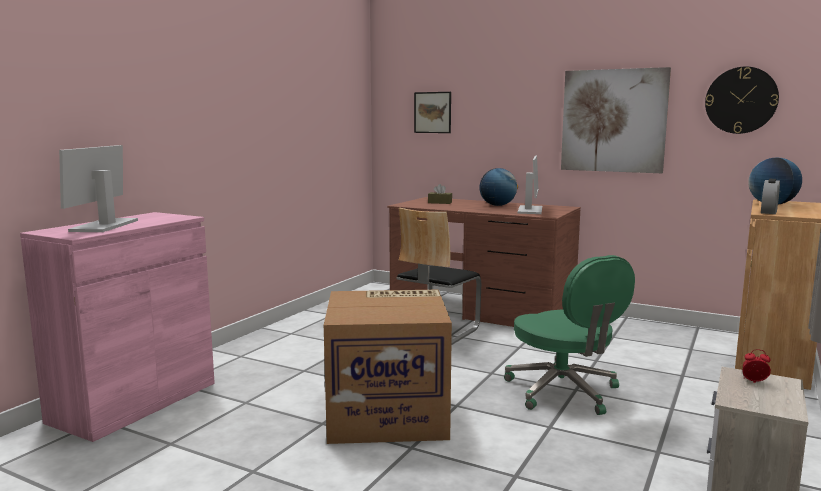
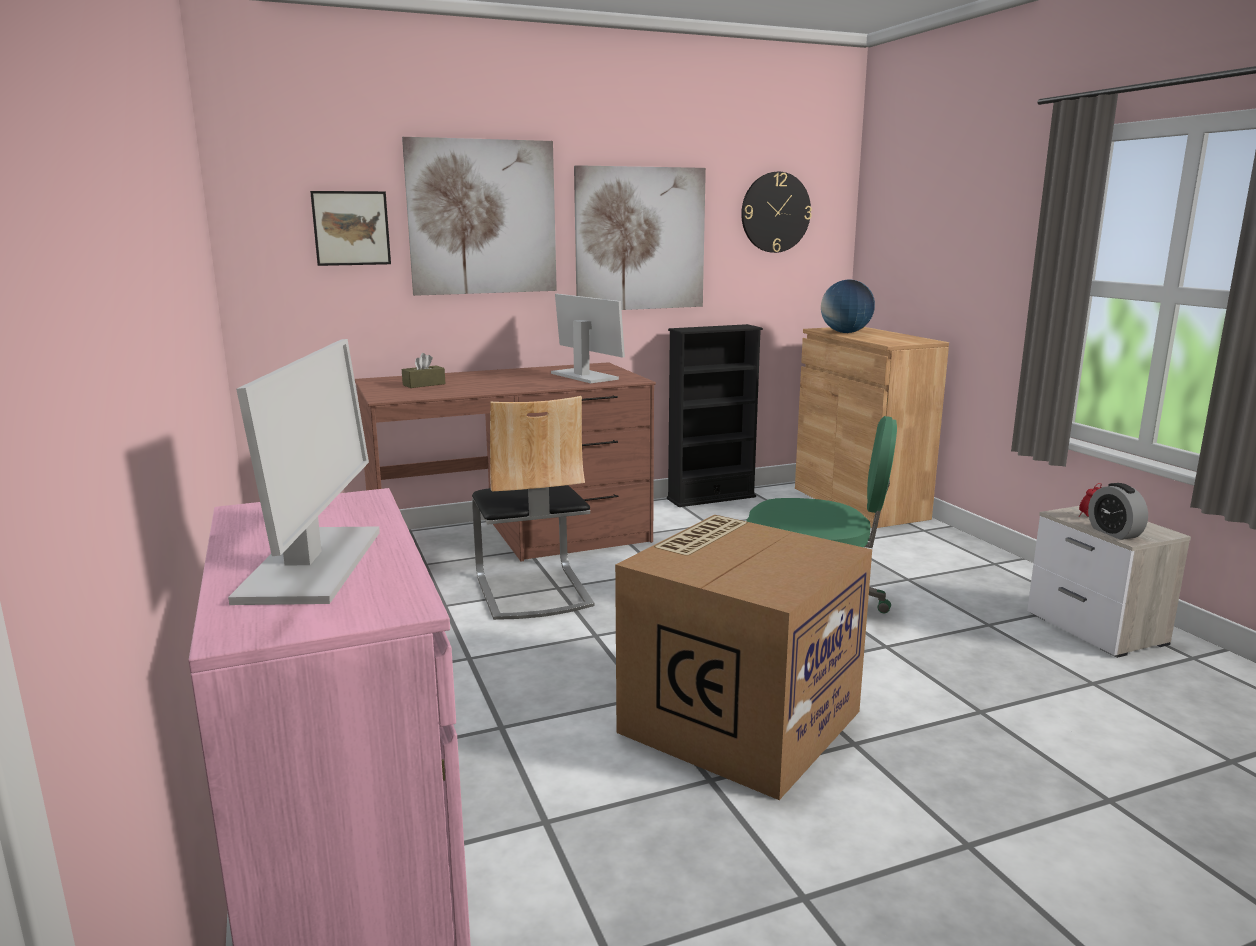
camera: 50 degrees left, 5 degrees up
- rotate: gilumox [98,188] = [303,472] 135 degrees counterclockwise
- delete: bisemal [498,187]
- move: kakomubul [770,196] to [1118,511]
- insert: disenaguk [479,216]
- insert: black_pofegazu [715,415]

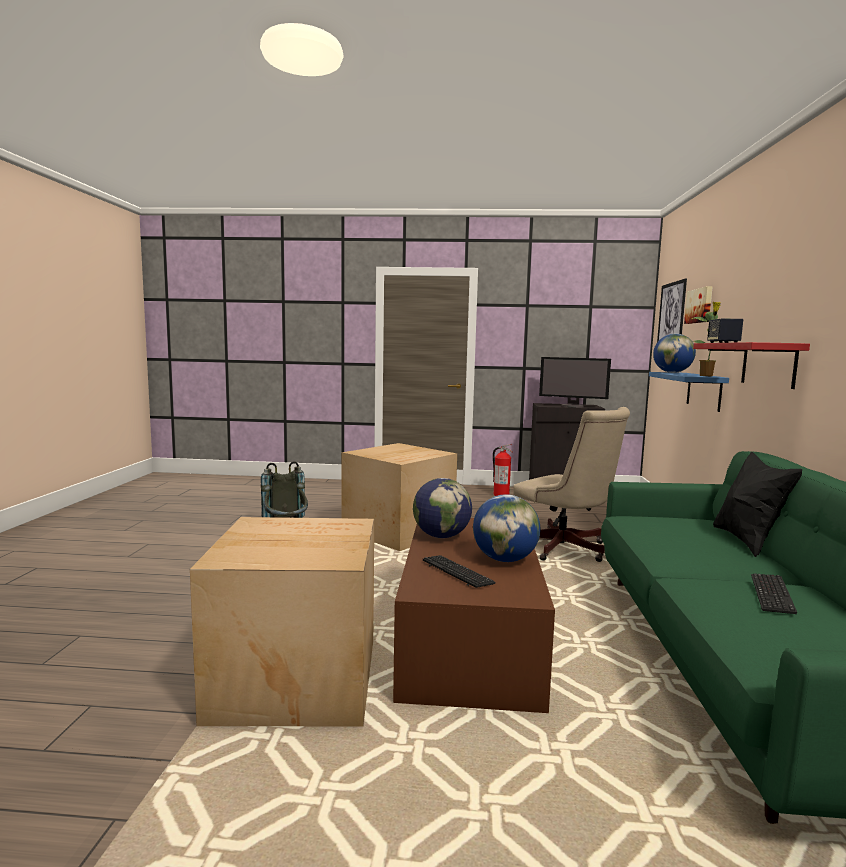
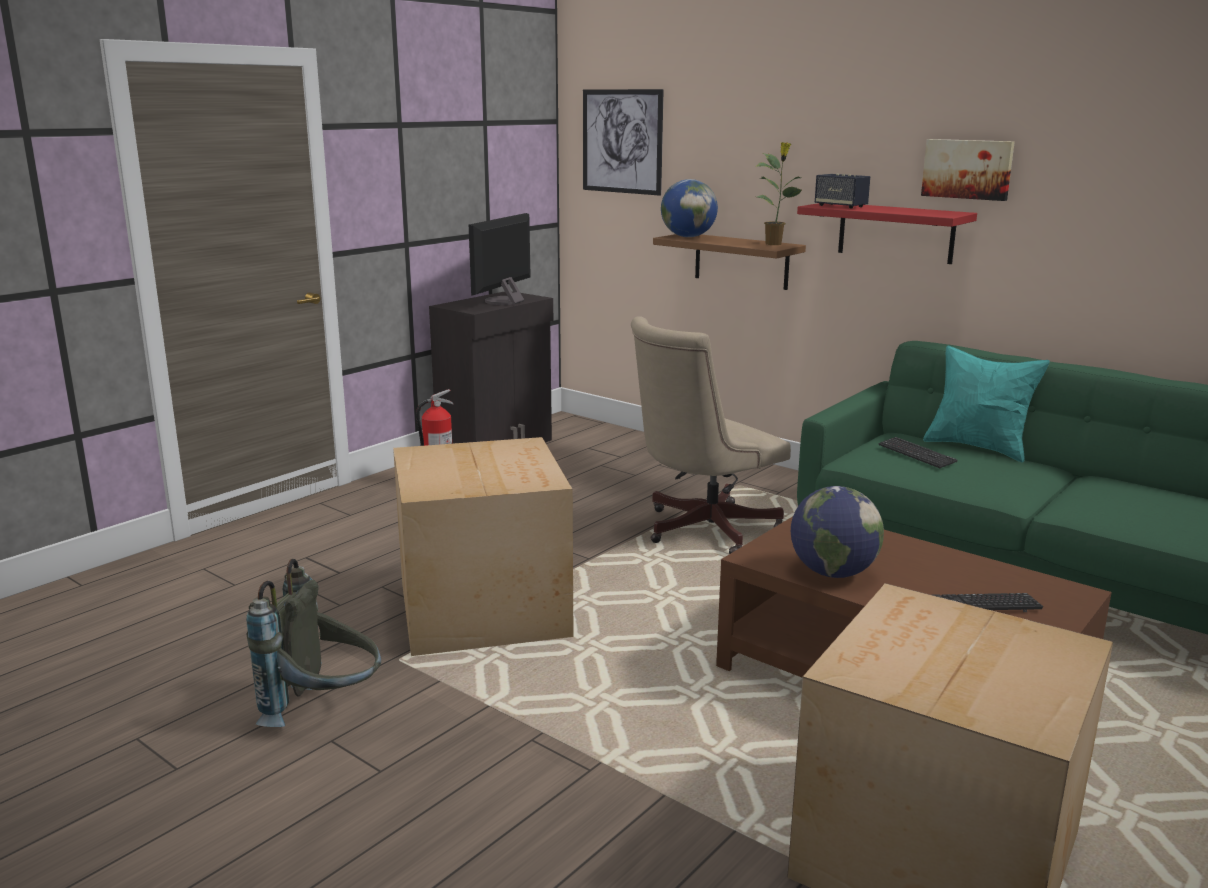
camera: 55 degrees left, 10 degrees up
- delete: bisemal [506,528]
- rotate: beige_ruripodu [571,484] = [711,435] 150 degrees clockwise
- rotate: gilumox [575,382] = [500,259] 150 degrees clockwise
- recolor: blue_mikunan [689,392] to brown_mikunan [729,262]
- move: disenaguk [698,305] to [968,170]
- recolor: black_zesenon [757,504] to turquoise_zesenon [986,403]
- move: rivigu [774,593] to [918,452]

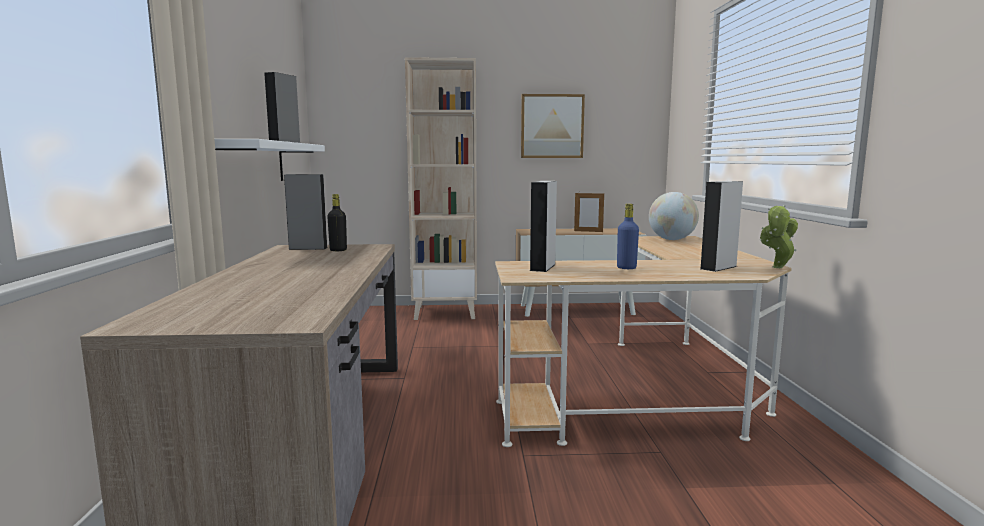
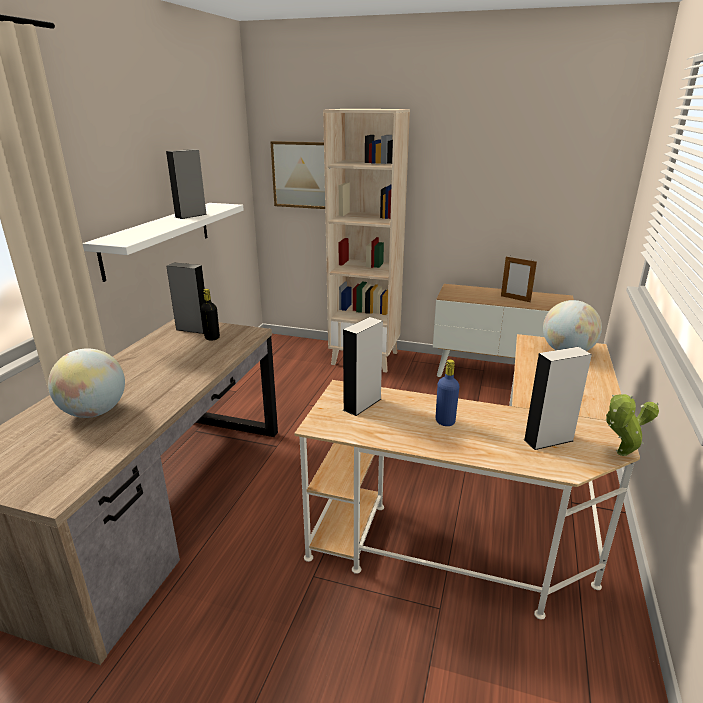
camera: 20 degrees right, 15 degrees up
- move: disenaguk [553,126] to [297,175]
- insert: bisemal [86,383]

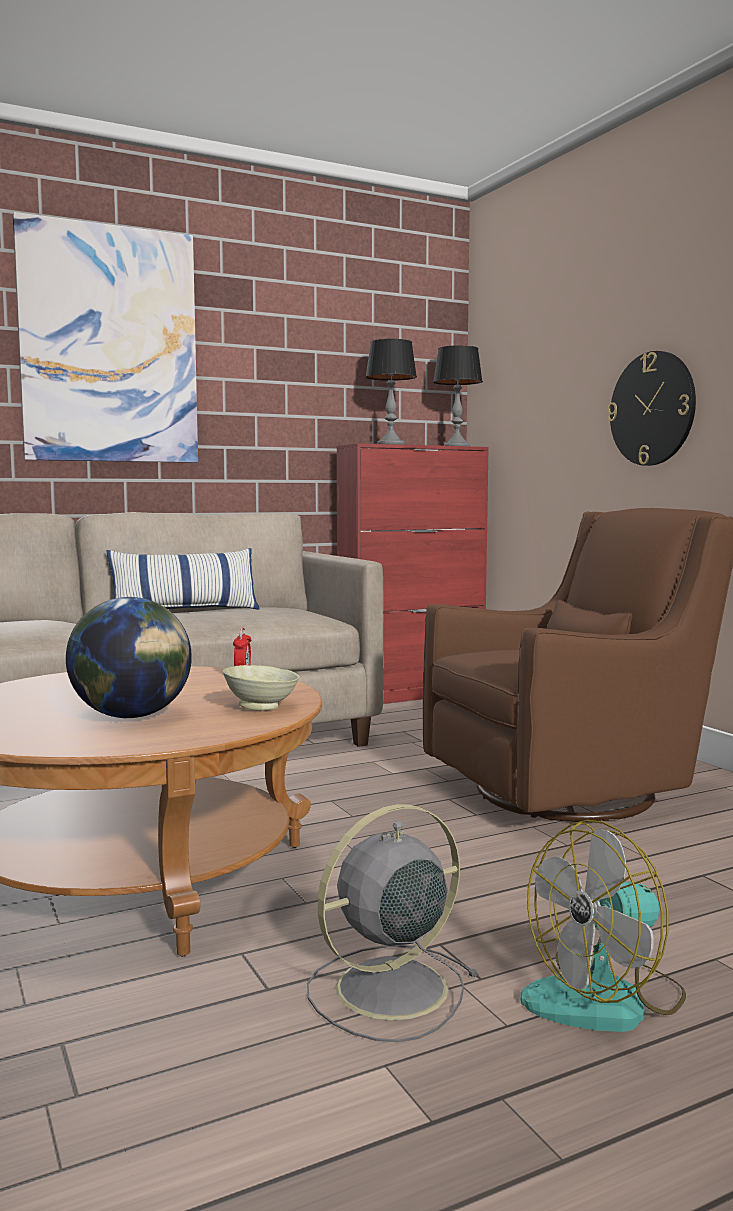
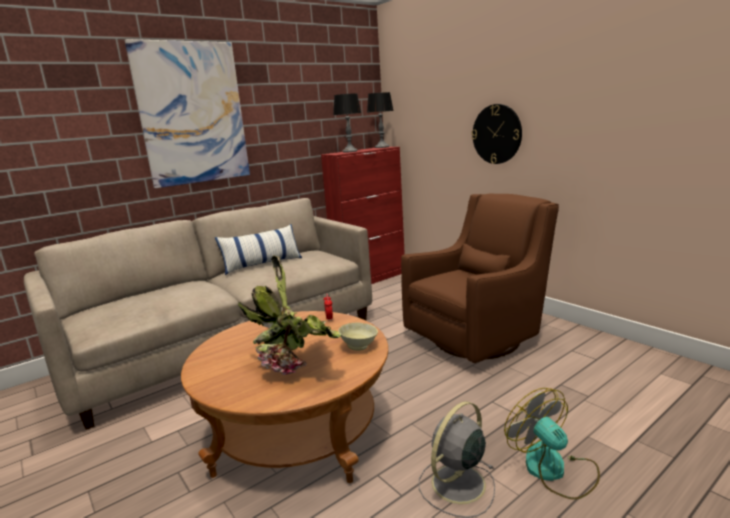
camera: 10 degrees left, 10 degrees up
- replace: bisemal [129,657] to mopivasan [290,315]
- rotate: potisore [603,926] = [552,444] 105 degrees clockwise

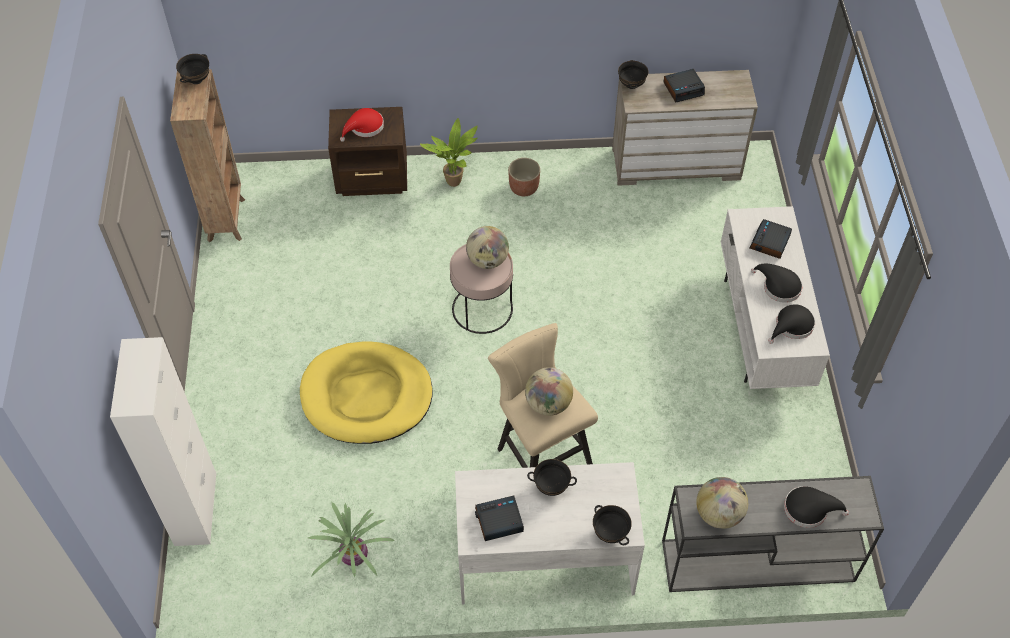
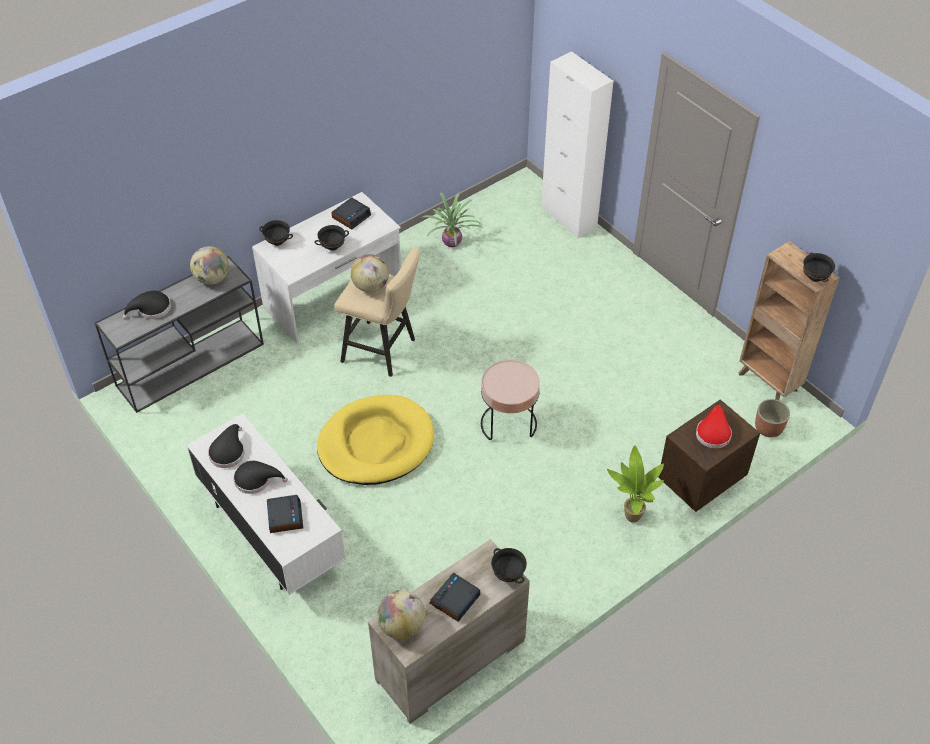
camera: 145 degrees right, 5 degrees down
- move: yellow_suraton [366,392] to [375,440]
- move: bisemal [487,247] to [401,614]
- move: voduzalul [524,177] to [772,418]

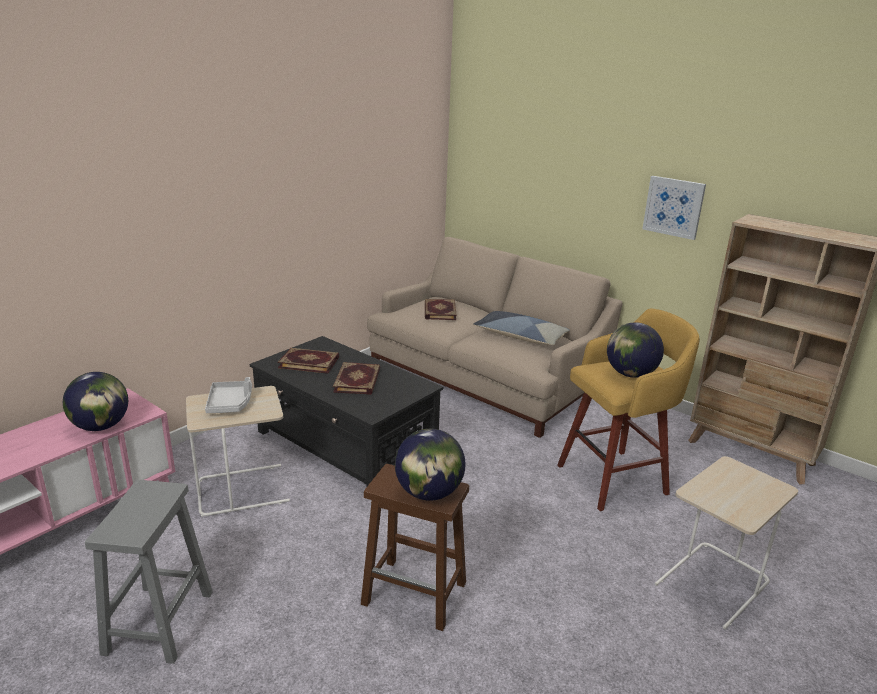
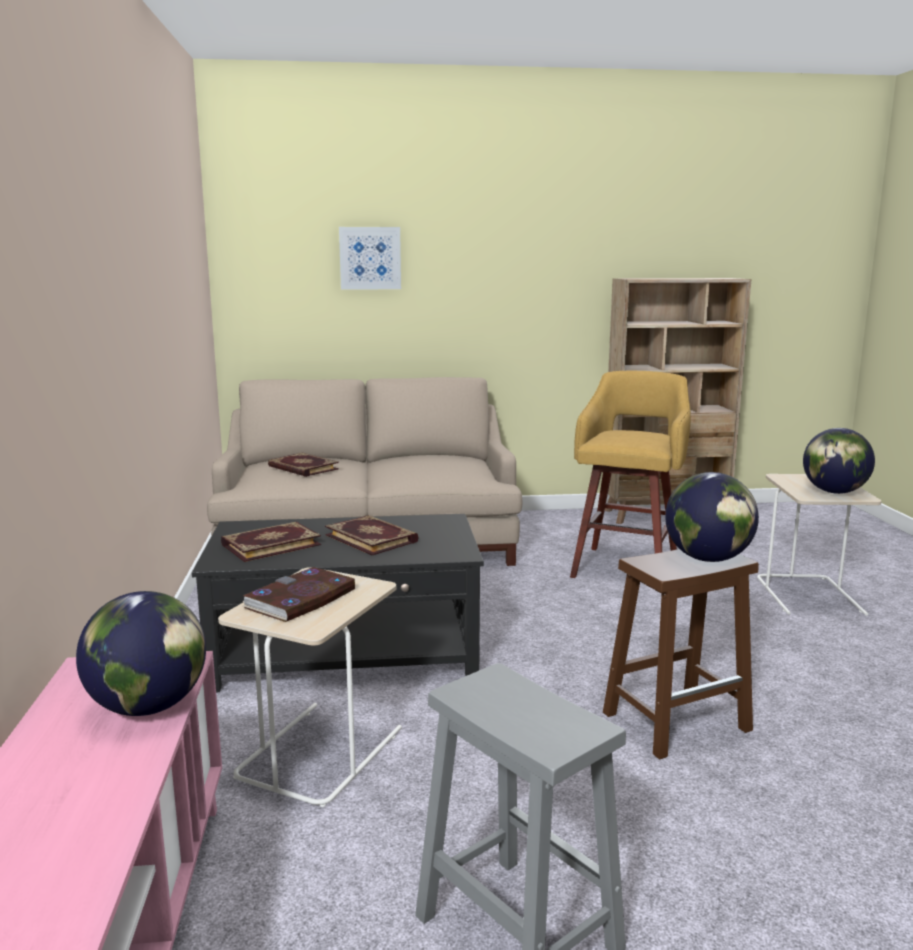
camera: 45 degrees left, 10 degrees down
- replace: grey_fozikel [228,395] to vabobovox [298,594]
- delete: zesenon [521,328]
- move: bisemal [635,350] to [839,461]
- move: disenaguk [674,208] to [370,258]

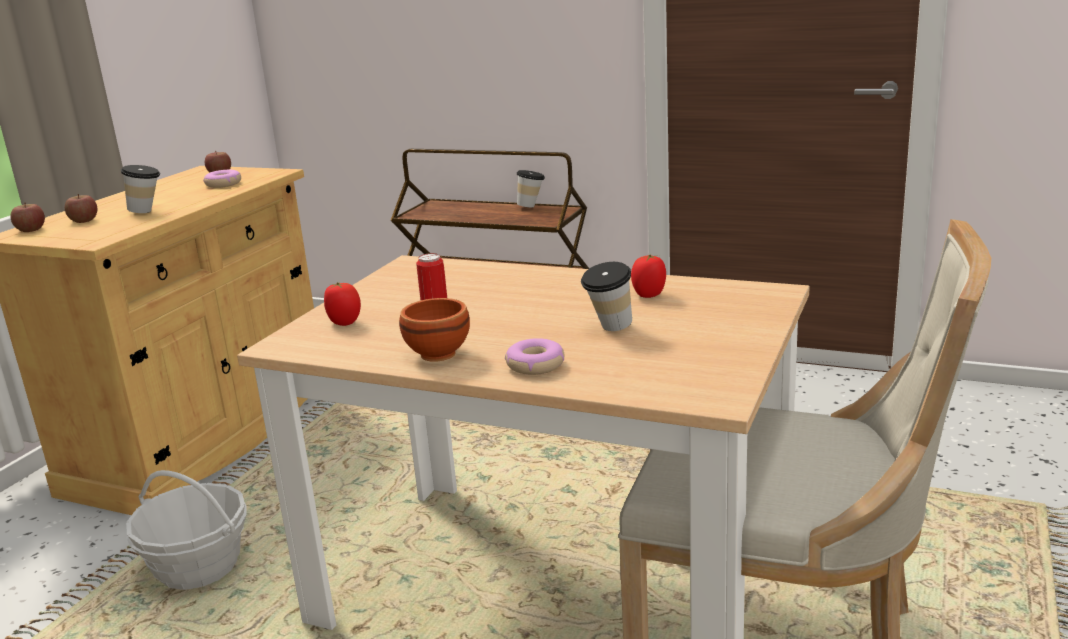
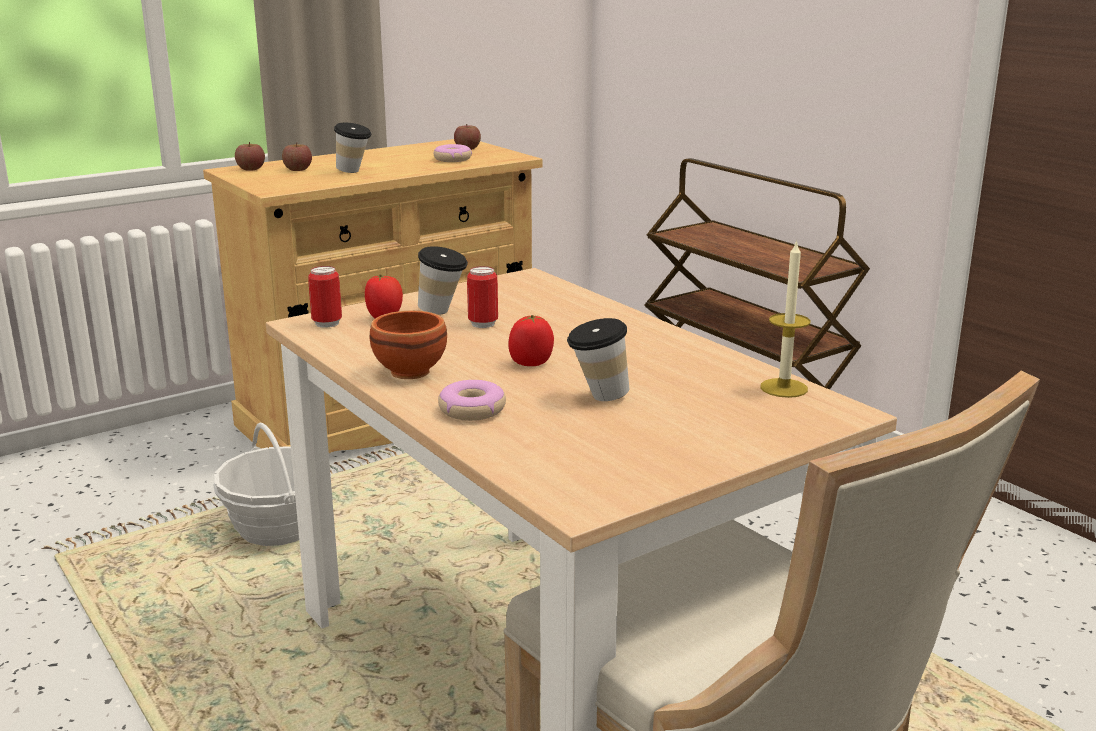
camera: 30 degrees right, 0 degrees up
- move: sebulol [531,188] to [443,280]
- move: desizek [648,276] to [531,340]
- insert: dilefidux [325,297]
- insert: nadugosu [785,318]

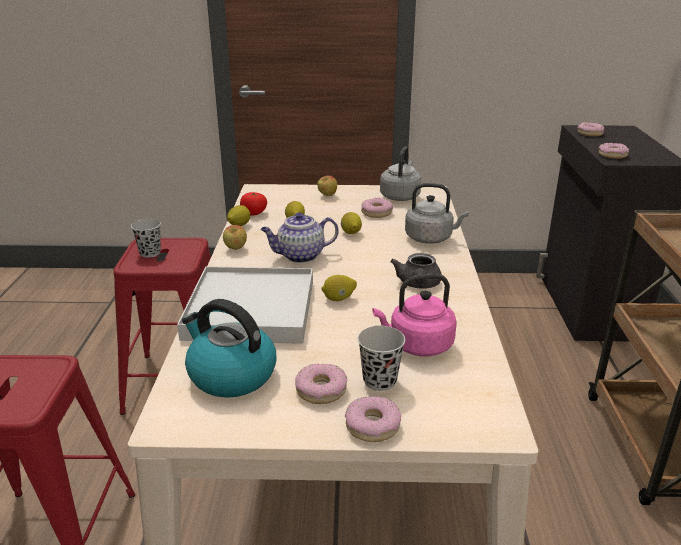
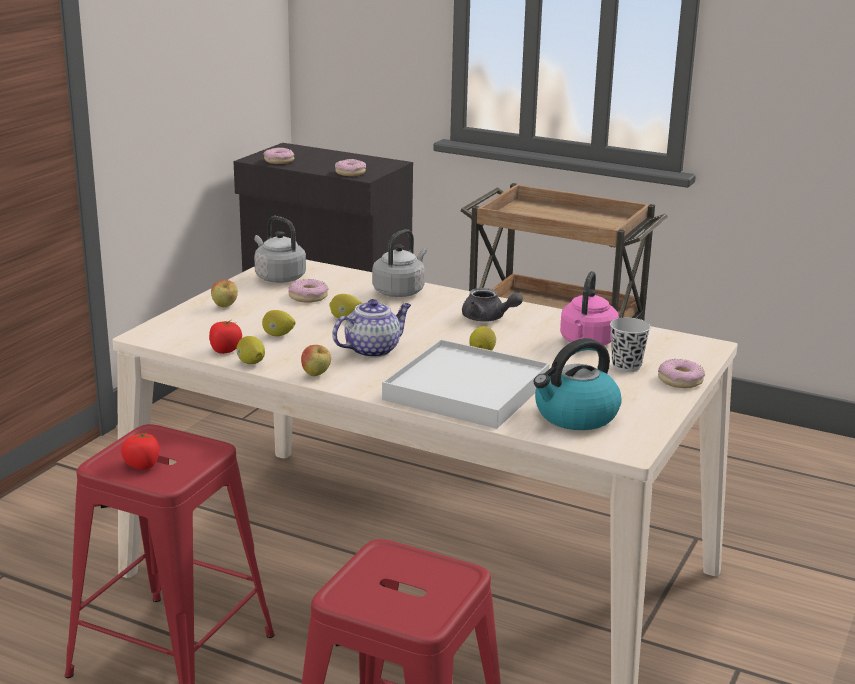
camera: 65 degrees left, 5 degrees down
- replace: black_sebulol [146,238] to desizek [140,450]
- rotate: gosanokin [299,237] = [371,328] 135 degrees counterclockwise
- delete: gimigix [321,384]

